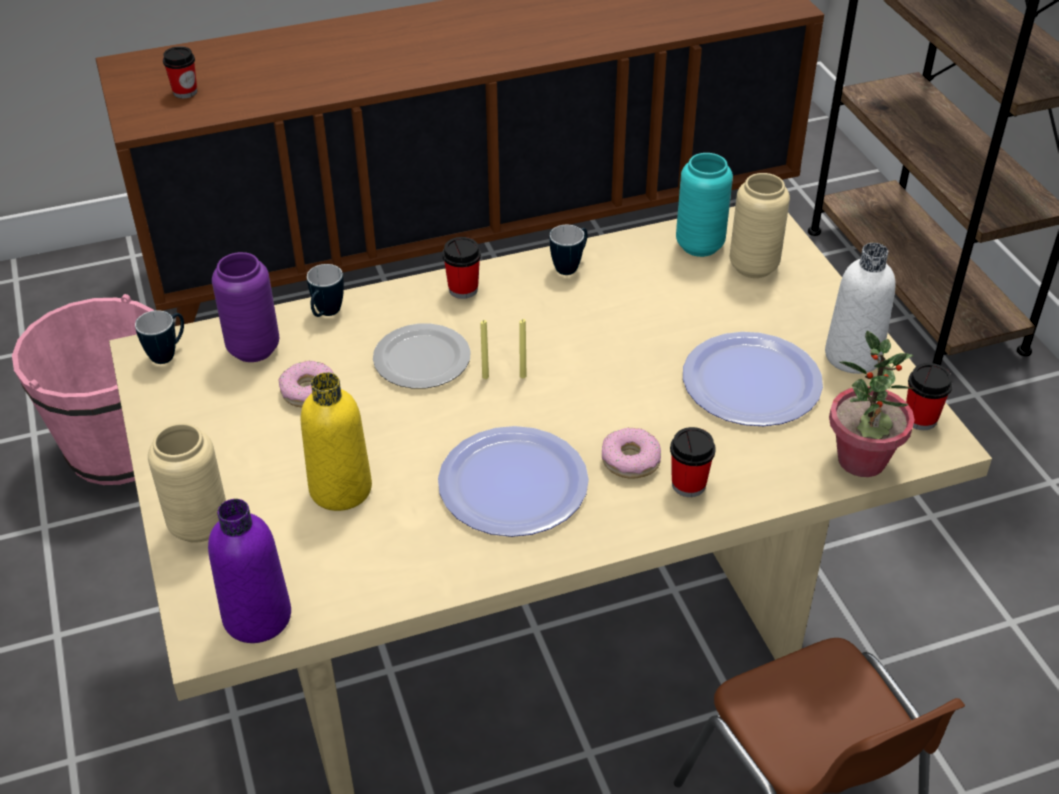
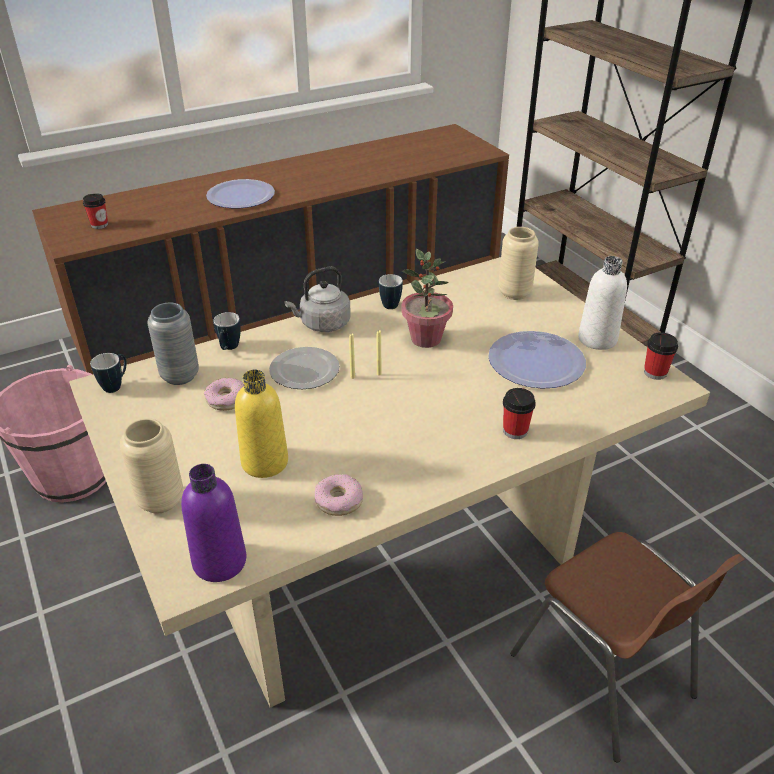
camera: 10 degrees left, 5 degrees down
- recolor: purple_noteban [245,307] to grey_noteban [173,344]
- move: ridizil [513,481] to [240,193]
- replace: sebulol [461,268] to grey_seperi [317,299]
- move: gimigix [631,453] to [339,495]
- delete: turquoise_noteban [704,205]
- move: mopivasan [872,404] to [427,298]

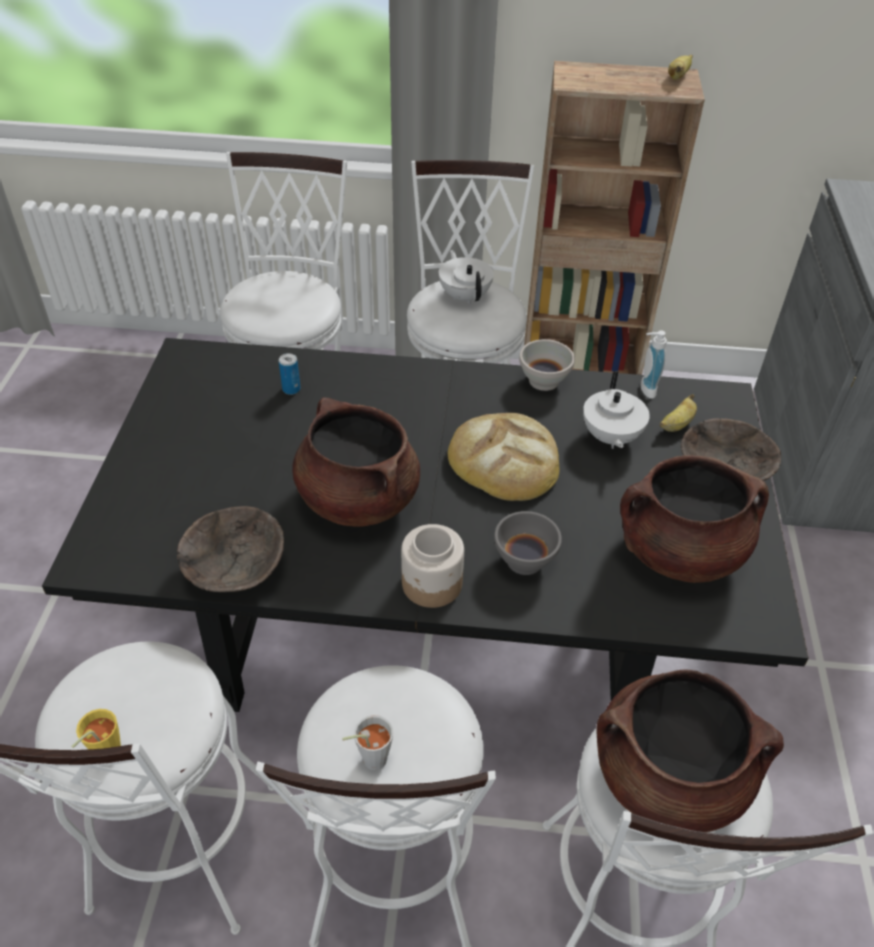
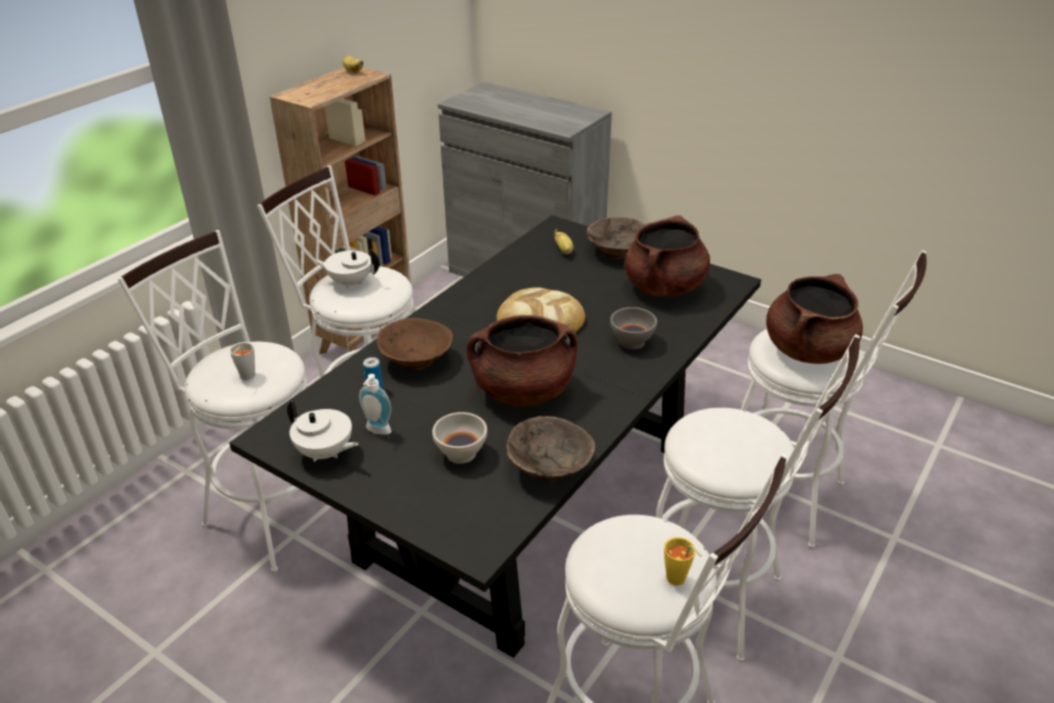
camera: 60 degrees left, 10 degrees down
- move: grey_sebulol [367,742] to [242,361]
- delete: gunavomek [432,566]
- move: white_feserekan [547,365] to [459,438]
- move: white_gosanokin [616,410] to [322,431]
- move: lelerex [654,364] to [375,404]
- insert: brown_feserekan [415,344]

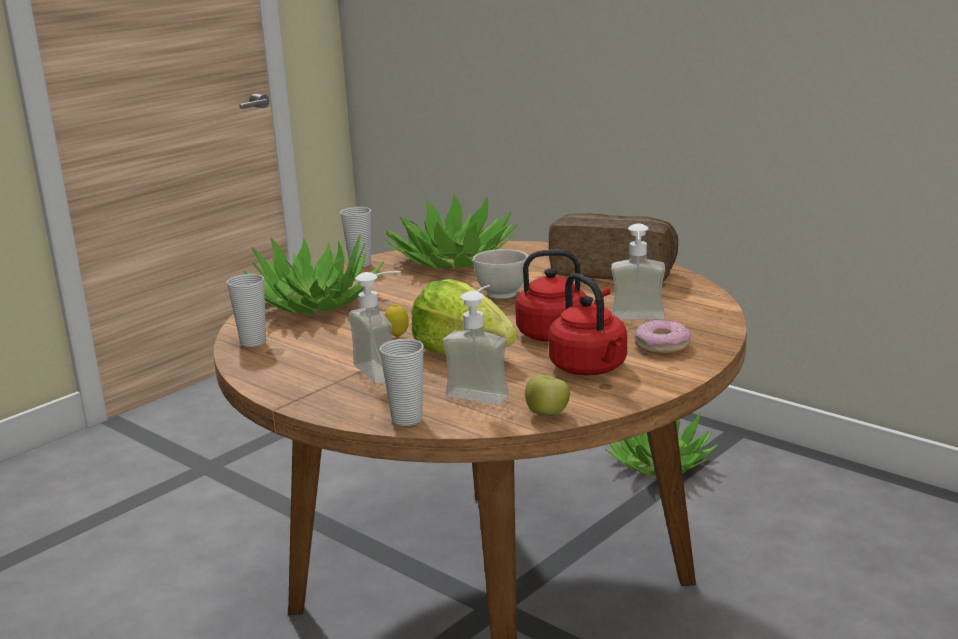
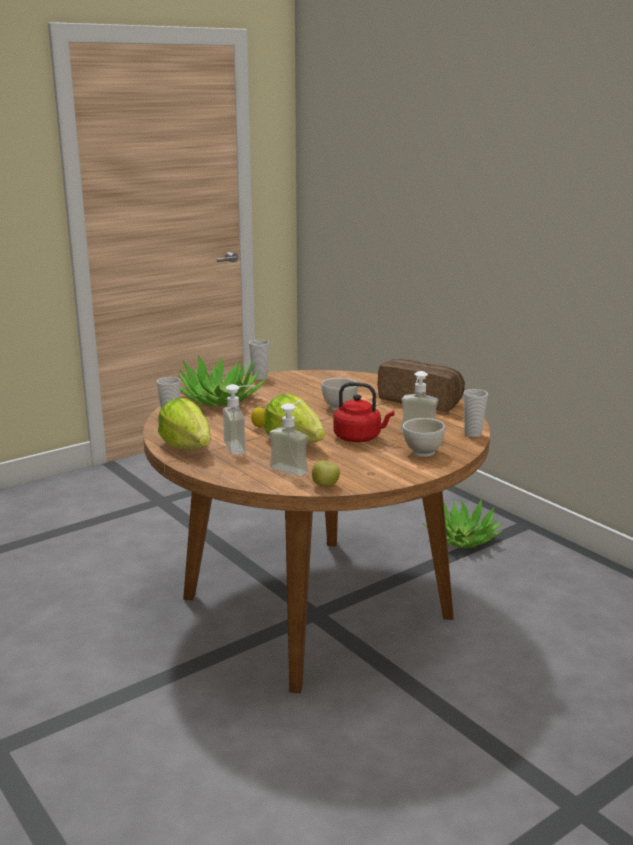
camera: 10 degrees right, 0 degrees up
- move: sebulol [402,382] to [476,413]
- delete: mopivasan [451,231]
- delete: red_seperi [587,324]
- replace: gimigix [663,337] to white_feserekan [424,437]
- insert: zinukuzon [184,424]

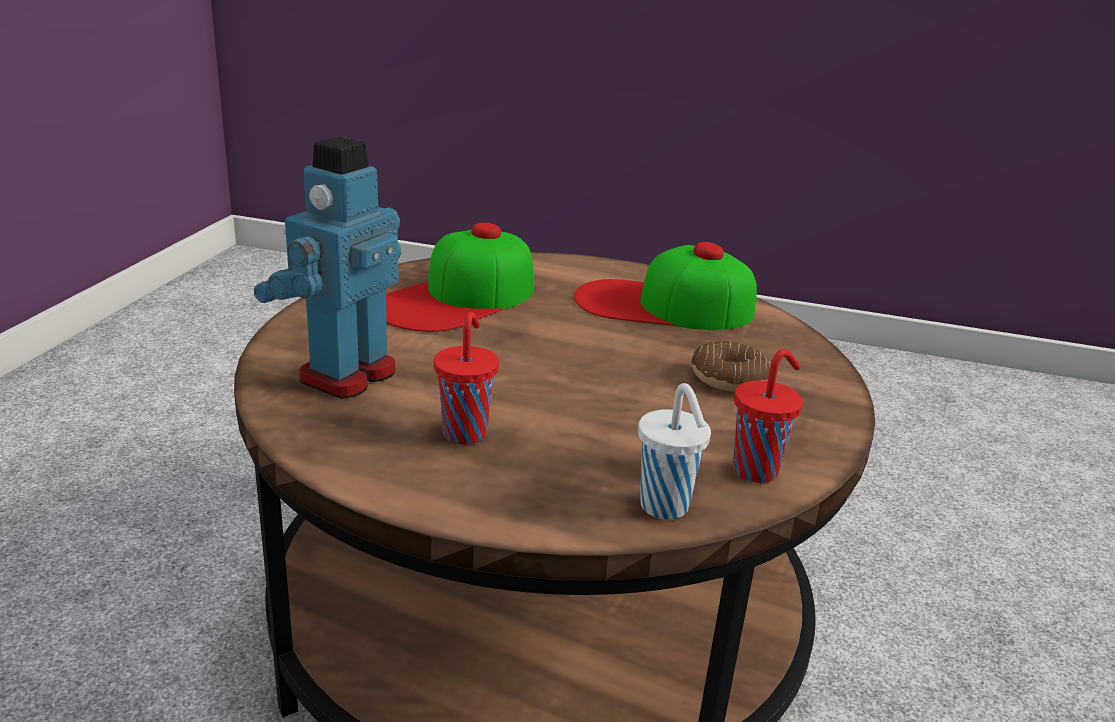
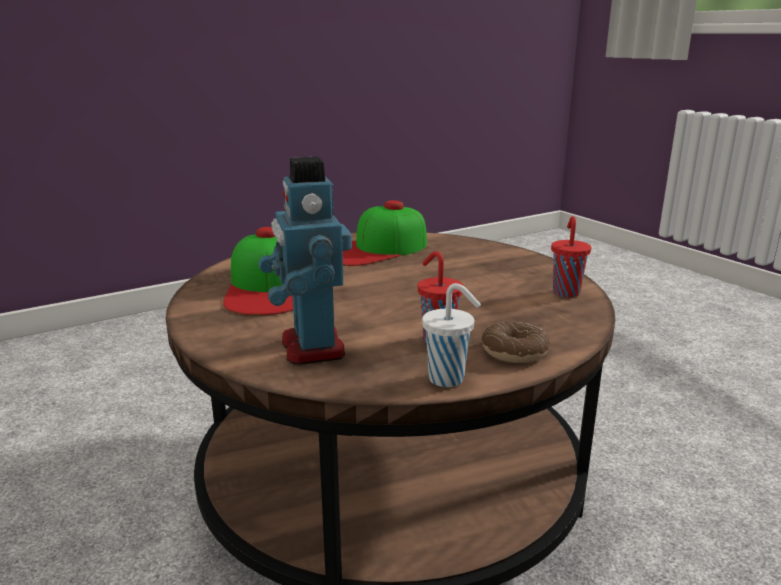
camera: 45 degrees left, 5 degrees down
- move: white_sebulol [674,451] to [451,335]
- move: gimigix [731,366] to [515,342]

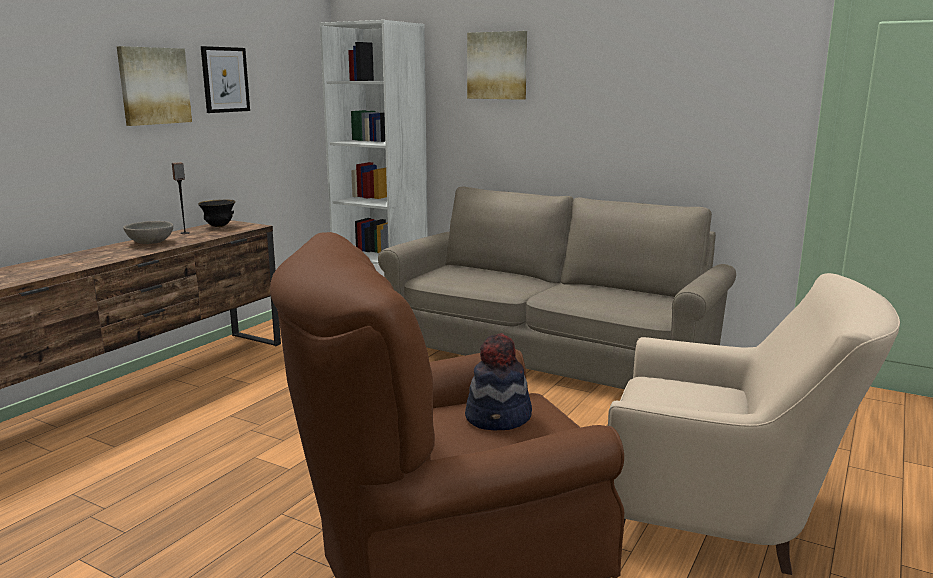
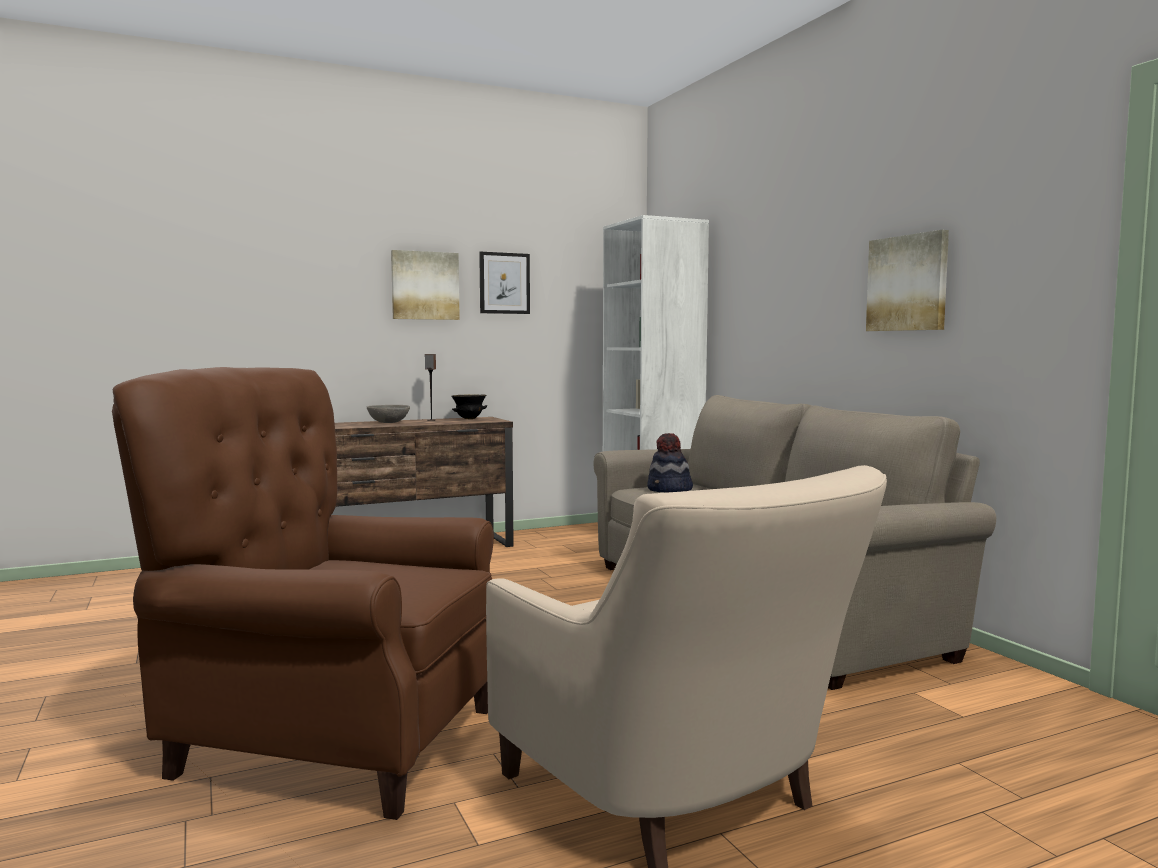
camera: 35 degrees right, 10 degrees down
- move: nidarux [498,382] to [670,463]
- move: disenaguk [497,65] to [907,280]

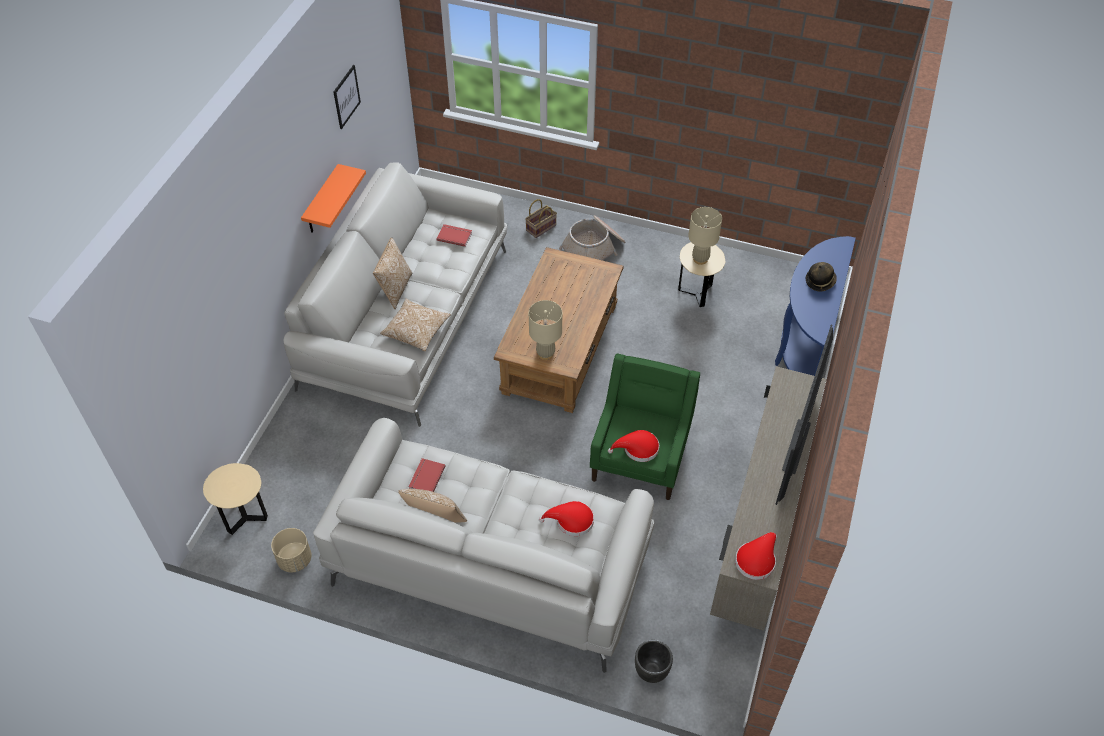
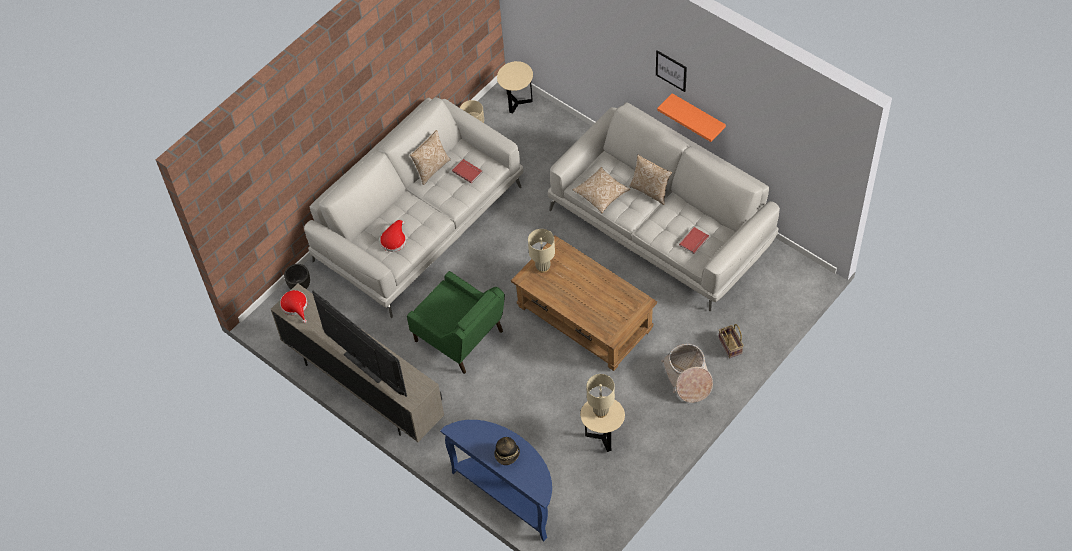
camera: 115 degrees right, 5 degrees up
- move: disenaguk [347,97] to [671,71]
- delete: red_nidarux [633,446]

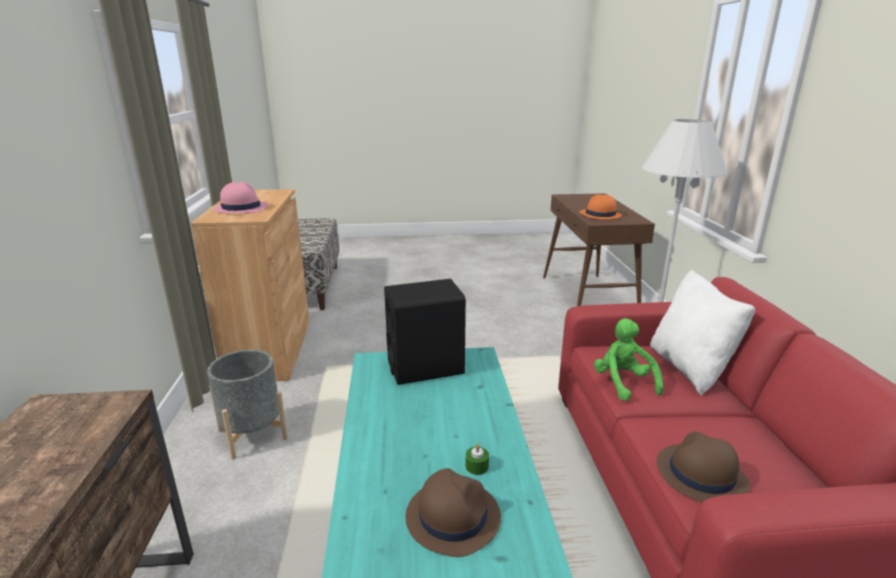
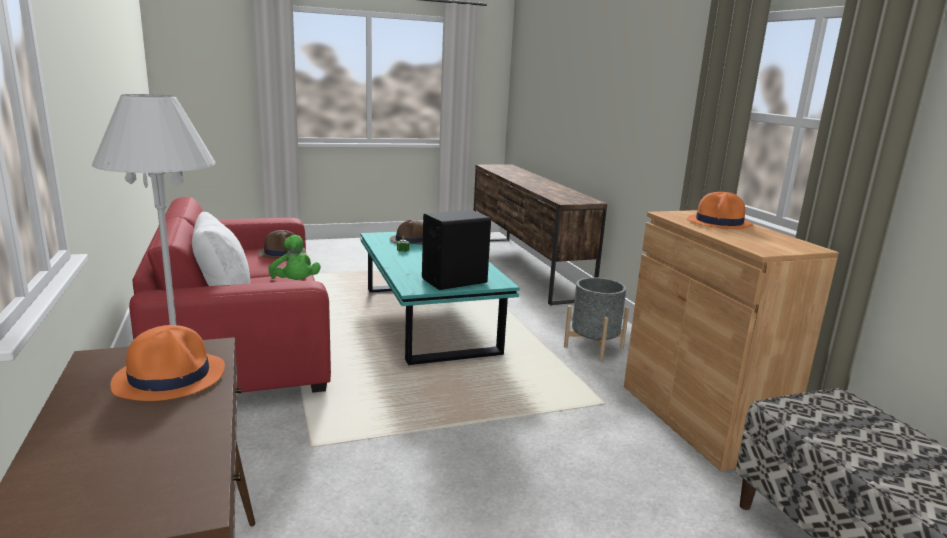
camera: 165 degrees right, 5 degrees down
- recolor: pink_nidarux [241,197] to orange_nidarux [719,210]

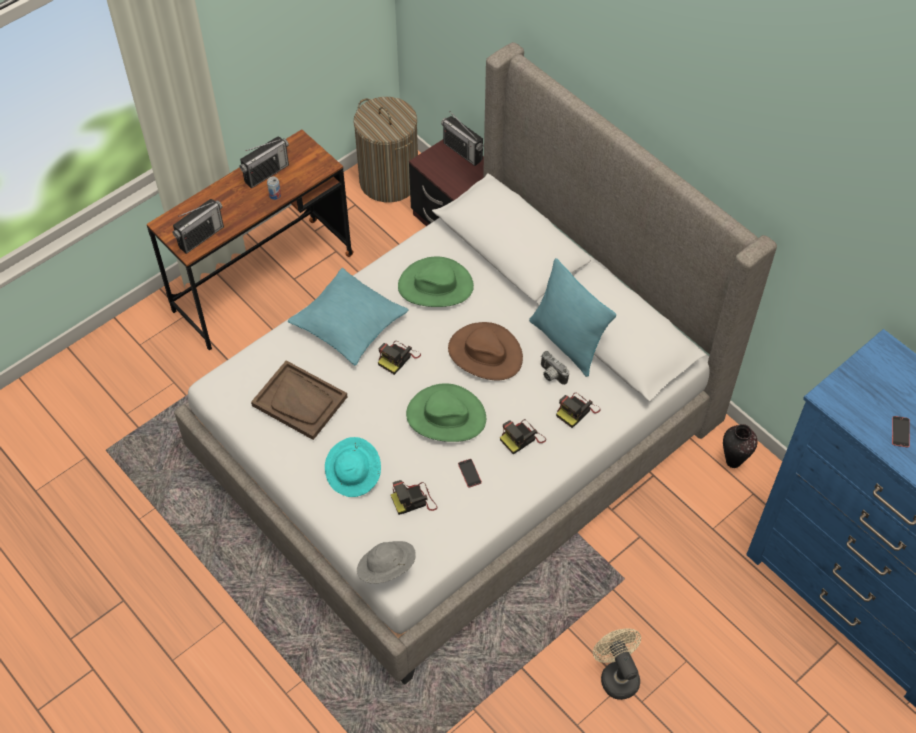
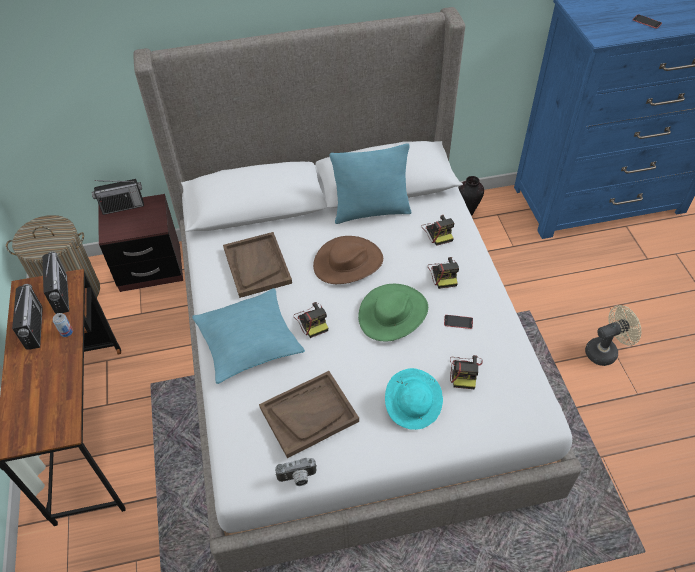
camera: 60 degrees left, 5 degrees down
- move: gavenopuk [198,226] to [55,282]
- delete: grey_nidarux [386,562]
- replace: green_nidarux [436,281] to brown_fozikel [257,265]
- move: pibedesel [555,368] to [296,472]
- rotate: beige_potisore [617,664] = [613,335] 150 degrees clockwise

